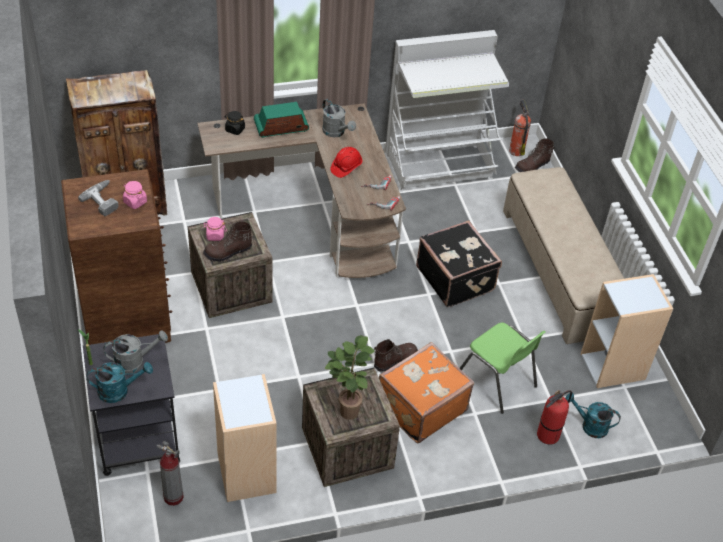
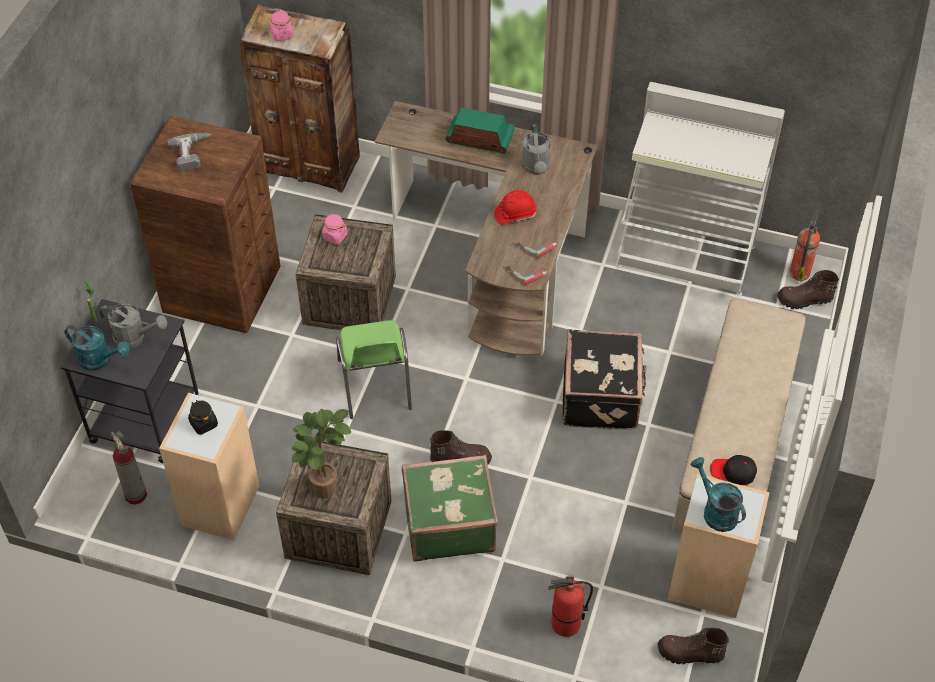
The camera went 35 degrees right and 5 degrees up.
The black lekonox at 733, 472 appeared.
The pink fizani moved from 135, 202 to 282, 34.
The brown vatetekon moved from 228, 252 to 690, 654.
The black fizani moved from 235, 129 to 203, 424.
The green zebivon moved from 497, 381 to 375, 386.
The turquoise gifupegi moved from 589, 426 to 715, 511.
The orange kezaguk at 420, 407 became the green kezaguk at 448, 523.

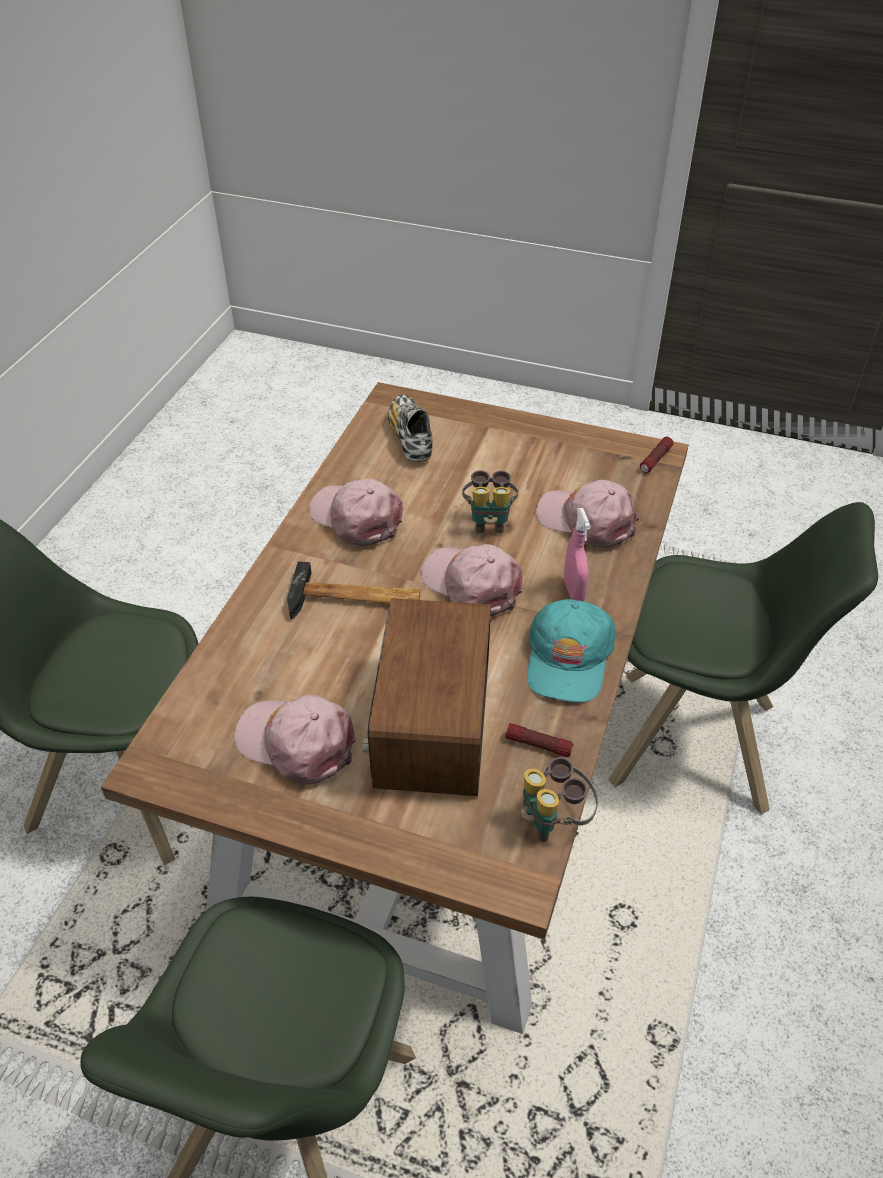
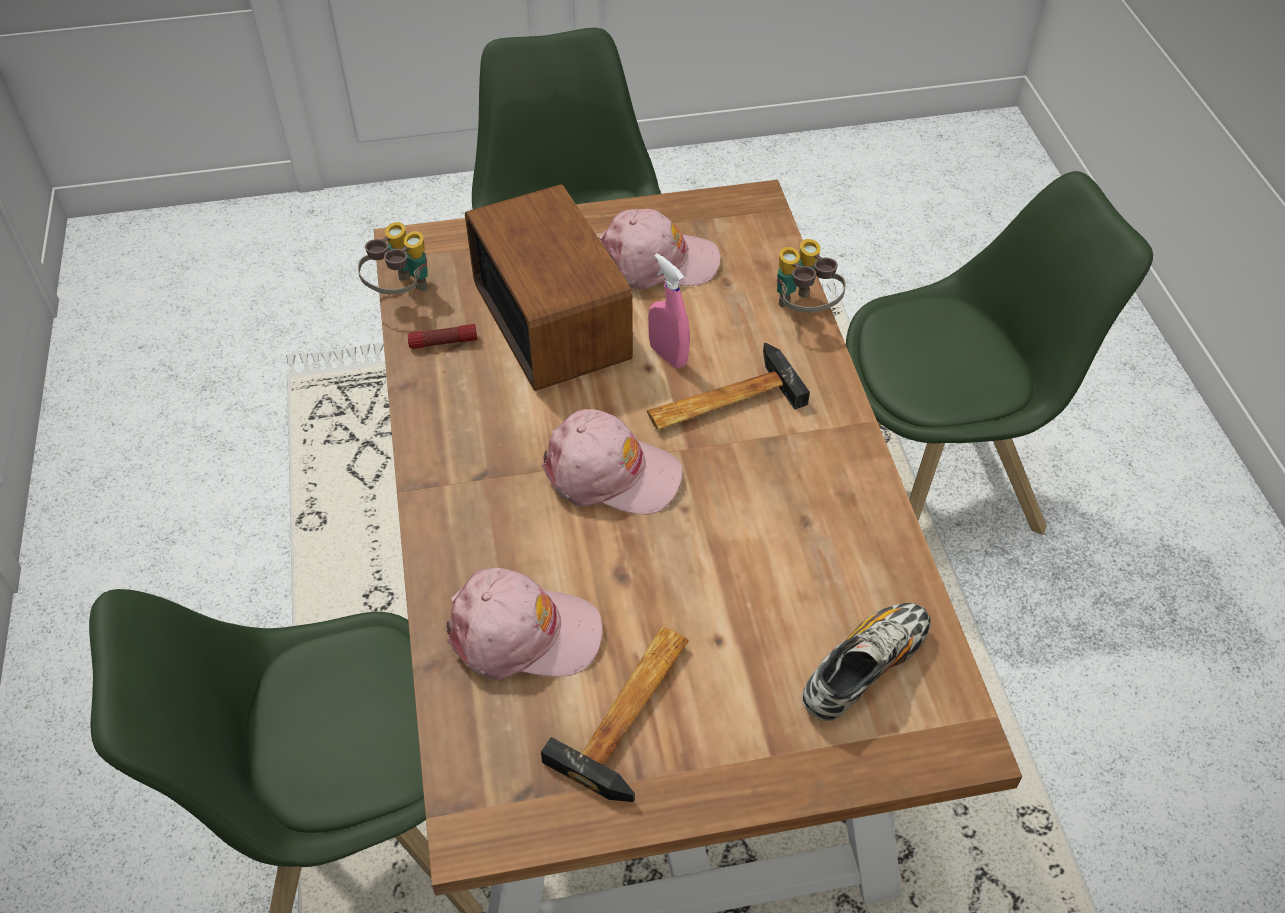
The camera went 150 degrees right and 5 degrees up.
The pink lekonox at 356, 518 disappeared.
The turquoise lekonox at 568, 658 disappeared.
The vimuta at 655, 460 disappeared.
The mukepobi at 634, 711 appeared.
The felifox moved from 489, 521 to 803, 311.
The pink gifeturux moved from 573, 591 to 668, 355.
The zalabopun at 410, 438 turned 90 degrees counterclockwise.

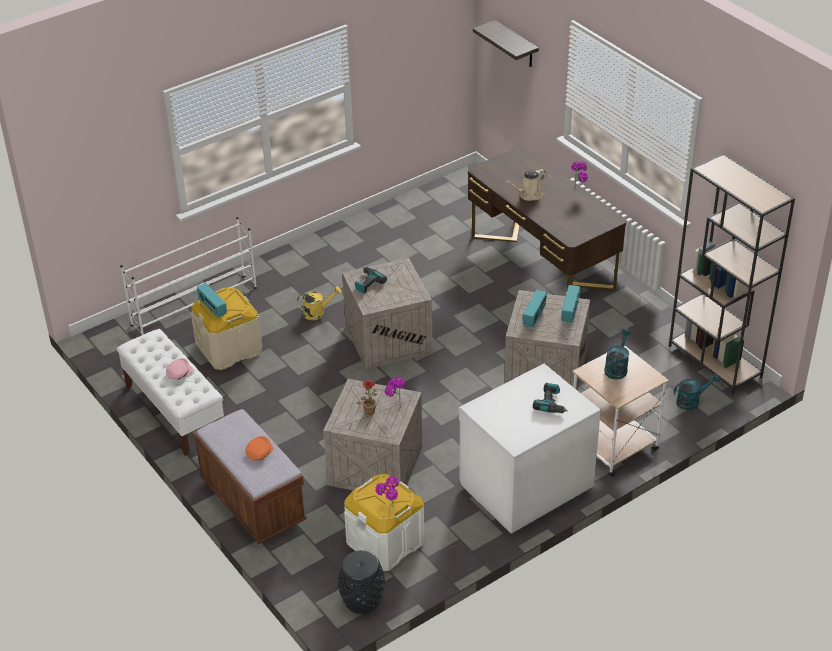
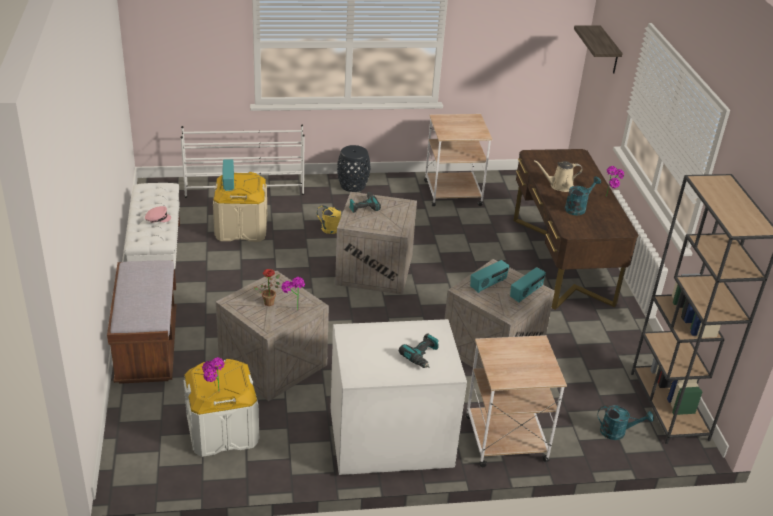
The camera went 25 degrees right and 5 degrees down.
The orange lekonox at 259, 452 disappeared.
The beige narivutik at 453, 193 appeared.
The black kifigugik moved from 362, 600 to 353, 185.
The turquoise gifupegi moved from 617, 368 to 578, 208.

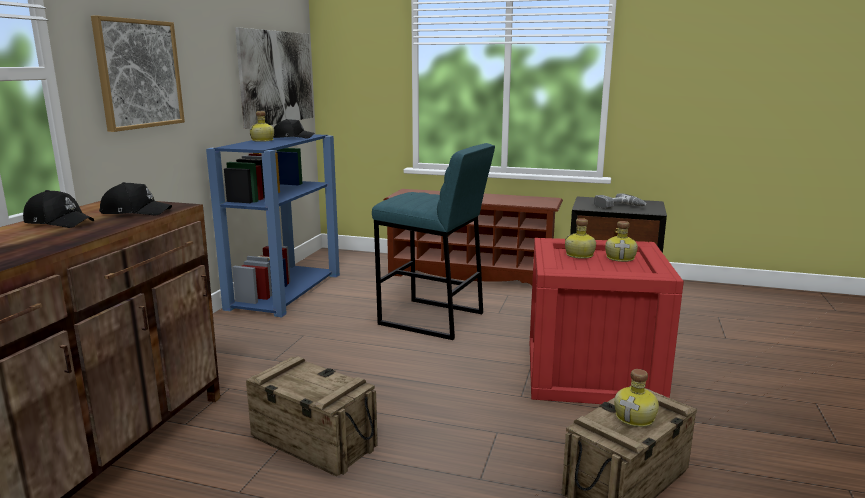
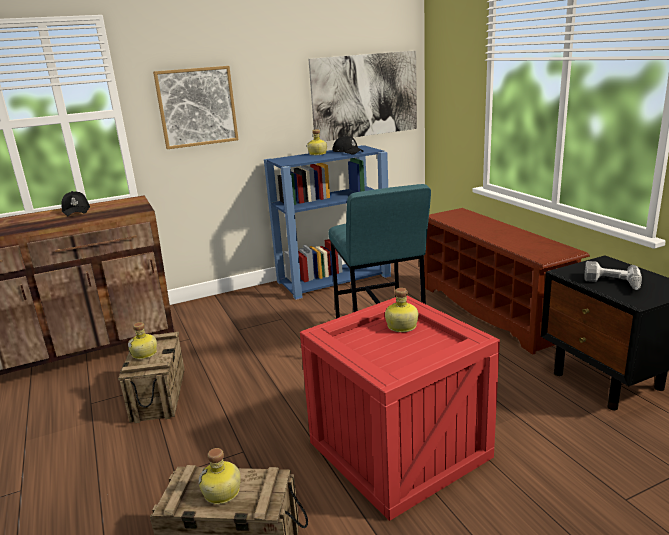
The camera went 50 degrees right and 5 degrees up.
The black lekonox at 135, 212 disappeared.
The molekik moved from 621, 258 to 145, 354.

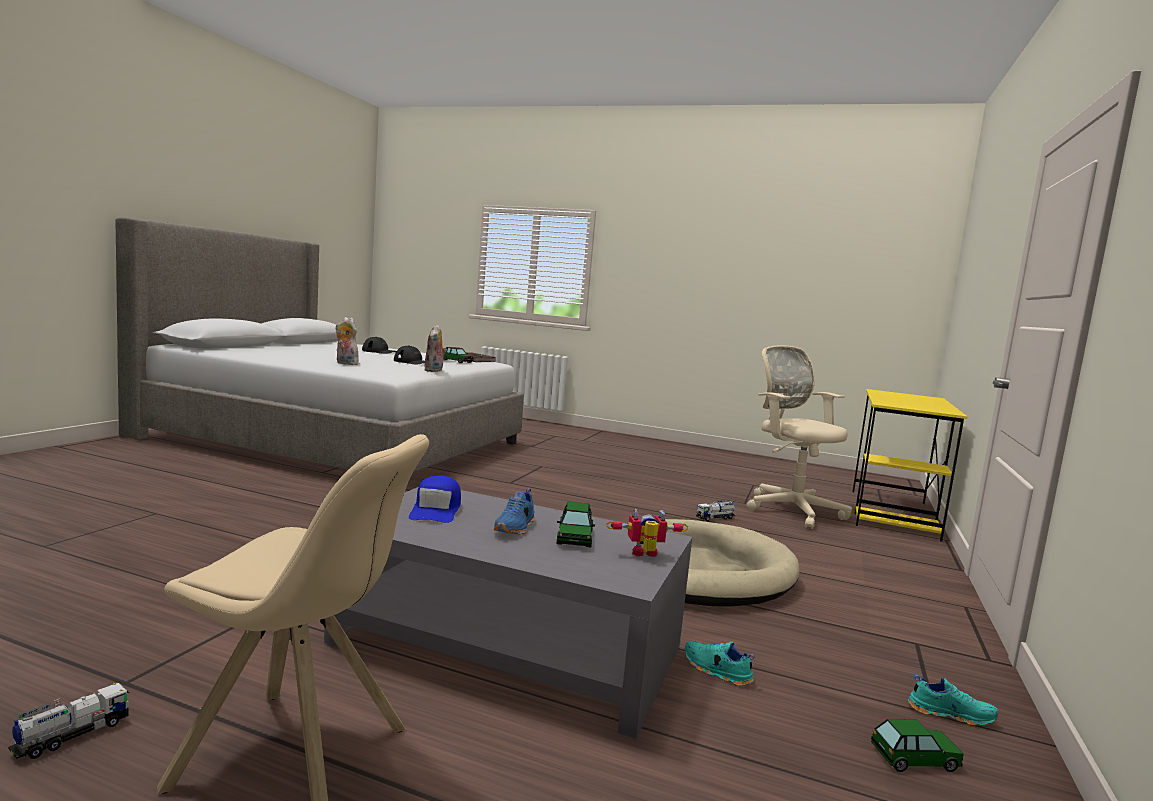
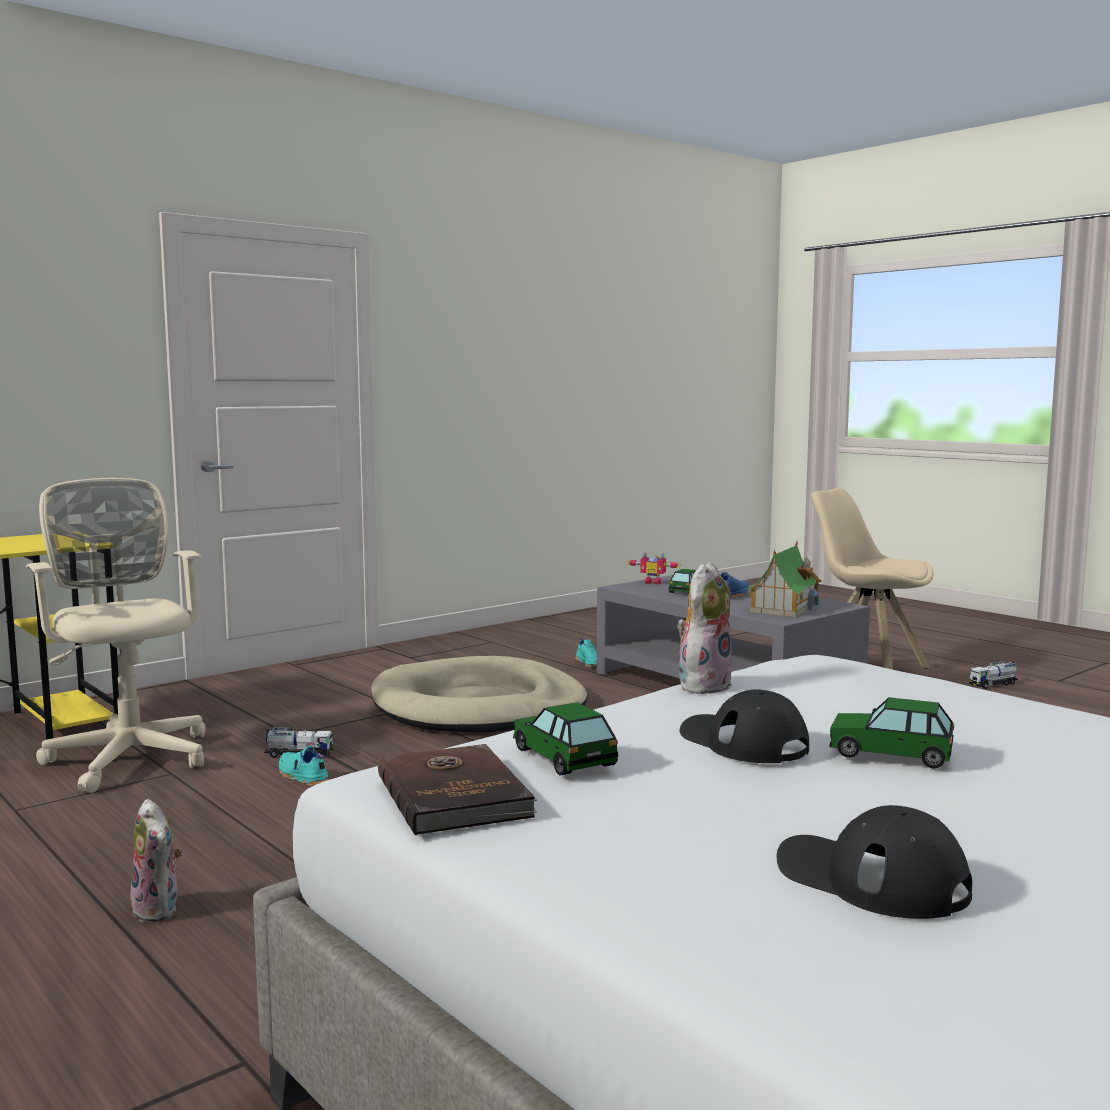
The camera went 150 degrees left and 0 degrees up.
The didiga moved from 345, 363 to 160, 909.
The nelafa moved from 914, 758 to 890, 753.
The turquoise zalabopun moved from 950, 714 to 302, 777.
The blue lekonox at 436, 510 was replaced by the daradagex at 784, 608.
The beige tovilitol at 790, 509 turned 150 degrees clockwise.

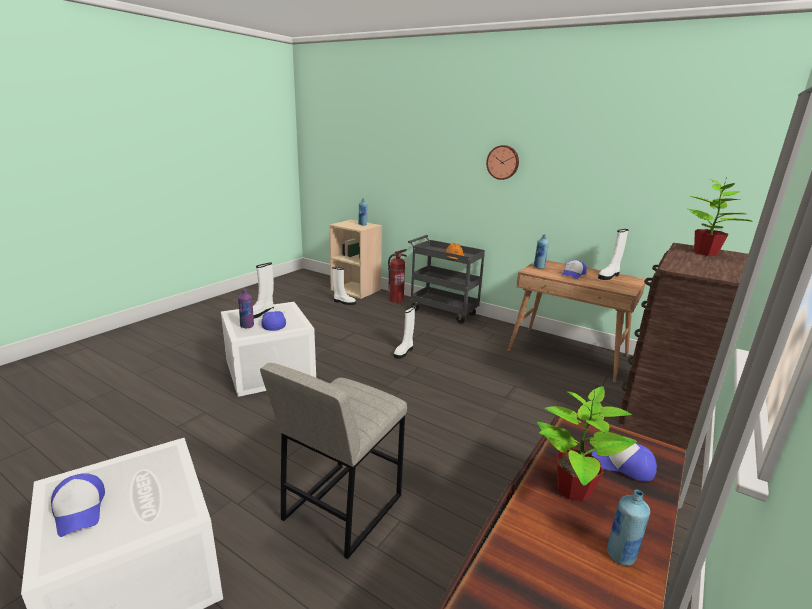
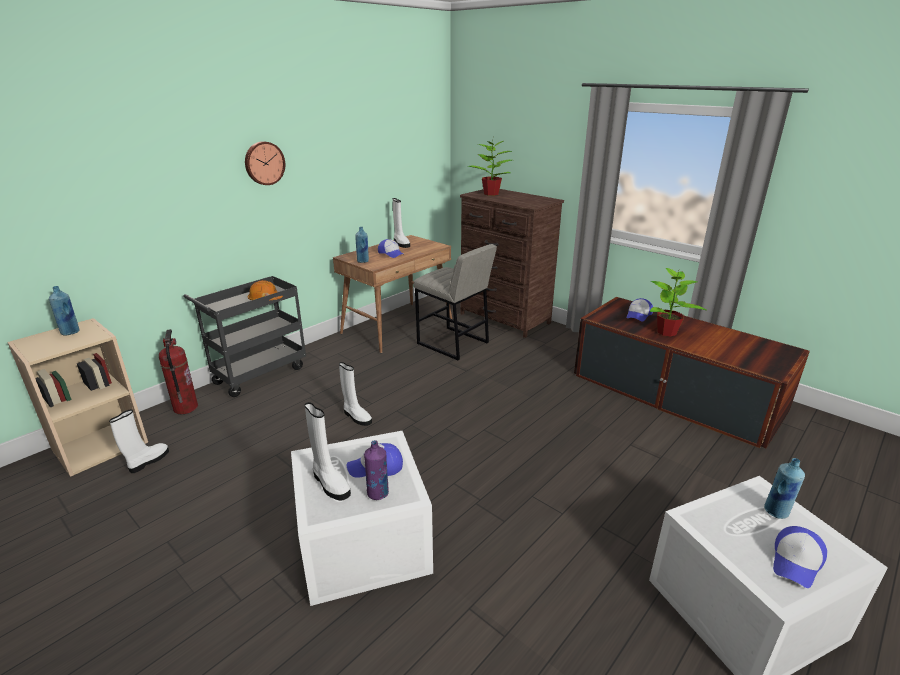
The camera went 80 degrees left and 5 degrees up.
The grey zebivon moved from 341, 509 to 454, 343.
The blue molekik moved from 620, 555 to 776, 512.
The lekonox at 80, 510 turned 150 degrees clockwise.

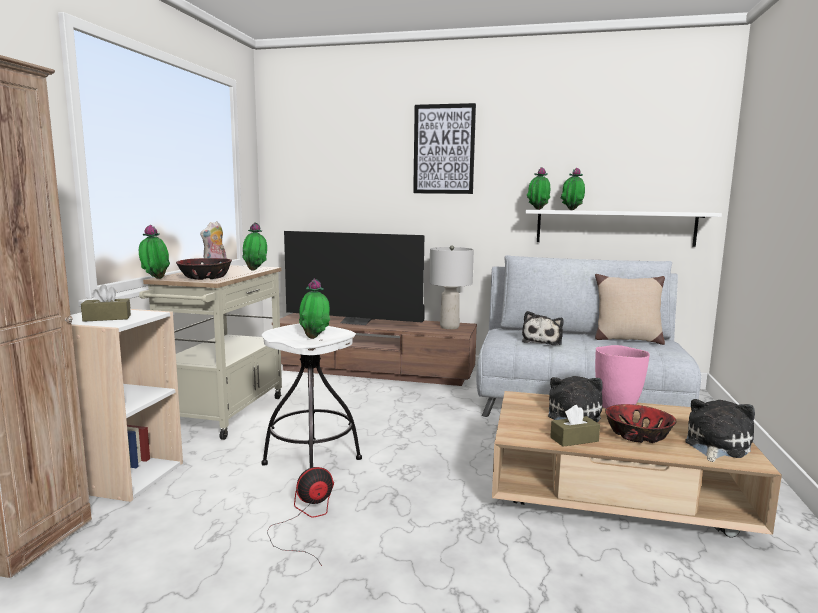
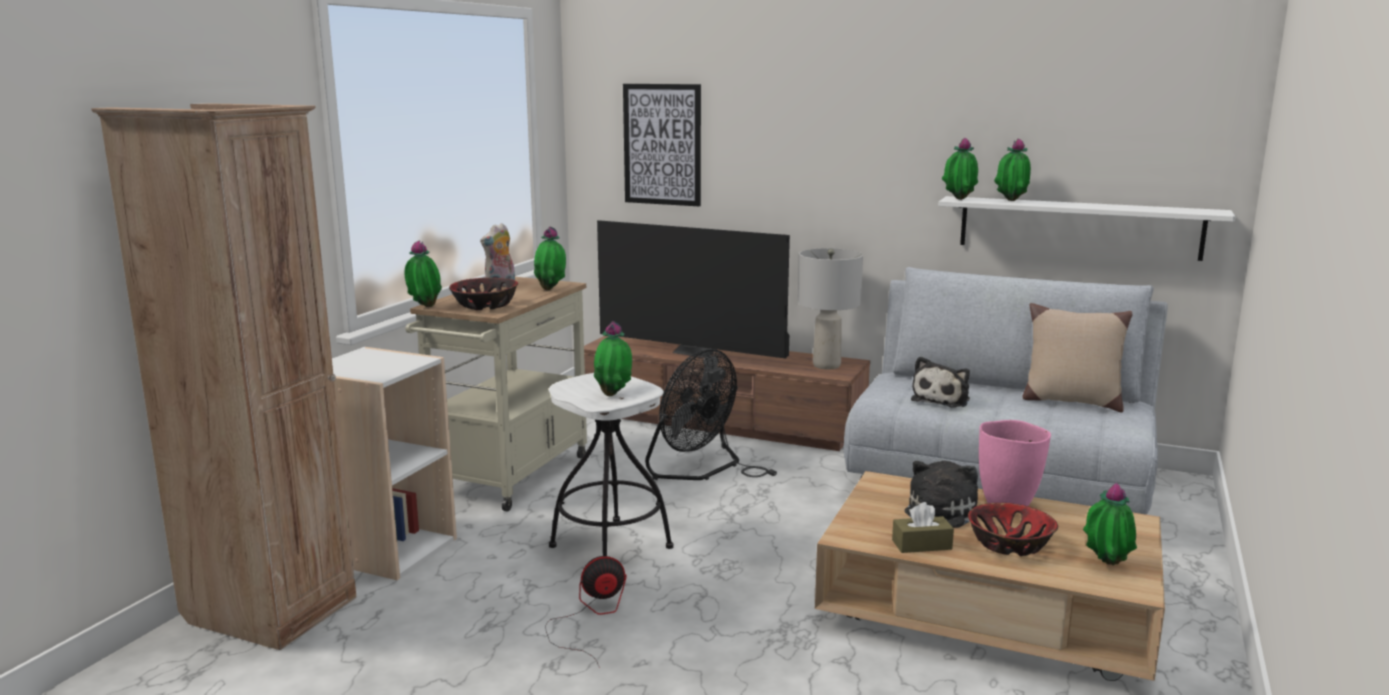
The camera went 10 degrees right and 5 degrees up.
The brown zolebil at 107, 318 disappeared.
The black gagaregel at 710, 467 appeared.
The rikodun moved from 444, 149 to 662, 144.
The didiga at 715, 445 was replaced by the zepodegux at 1105, 565.

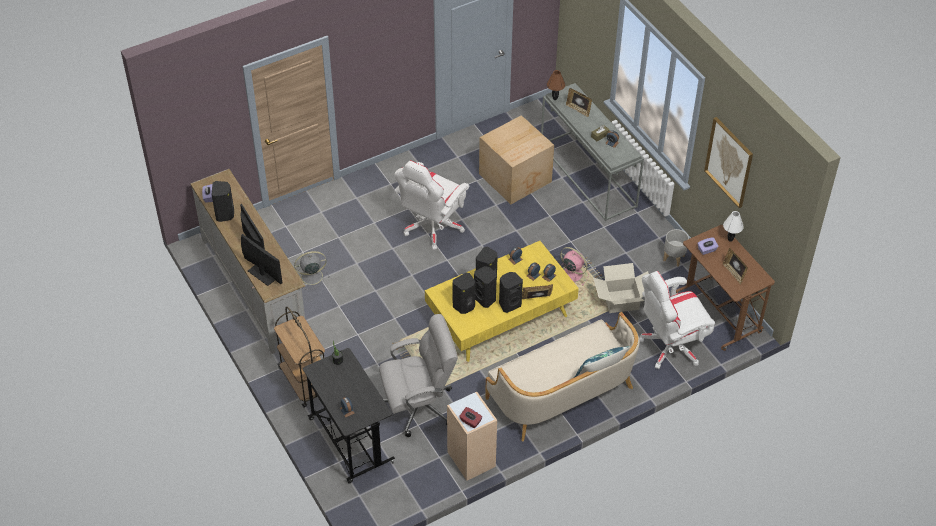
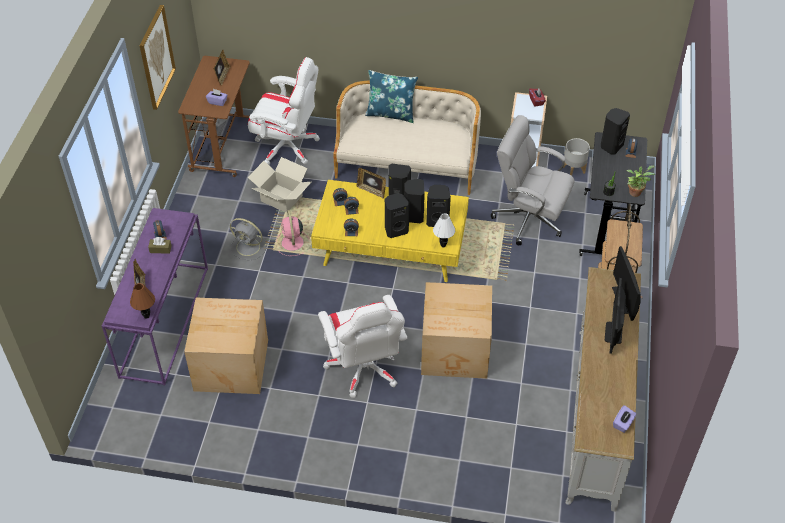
The camera went 140 degrees left and 0 degrees up.
The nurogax at 456, 351 appeared.
The zepodegux at 635, 191 appeared.
The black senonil moved from 225, 214 to 611, 146.
The grey gagaregel moved from 311, 276 to 249, 247.
The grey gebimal moved from 674, 258 to 573, 170.
The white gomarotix moved from 730, 240 to 443, 245.
The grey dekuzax at 589, 175 became the purple dekuzax at 164, 320.
The white tovilitol at 433, 226 turned 90 degrees clockwise.

